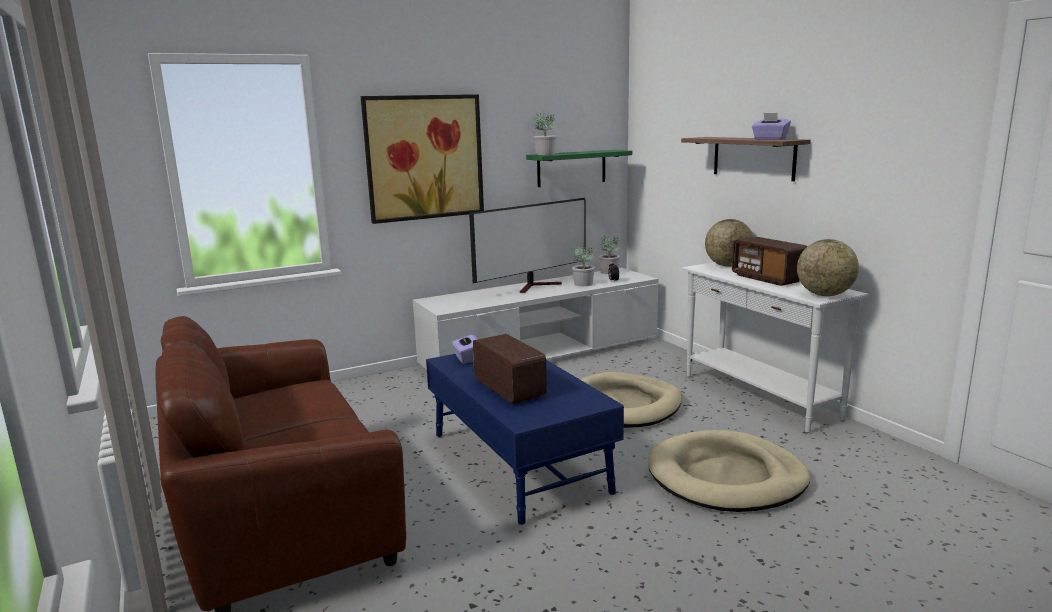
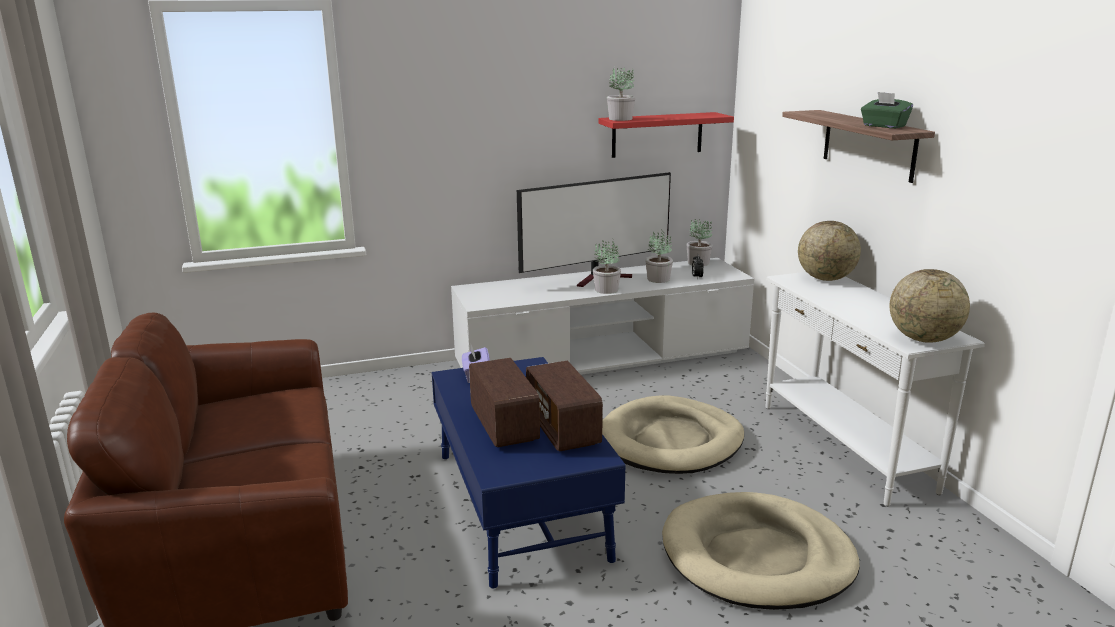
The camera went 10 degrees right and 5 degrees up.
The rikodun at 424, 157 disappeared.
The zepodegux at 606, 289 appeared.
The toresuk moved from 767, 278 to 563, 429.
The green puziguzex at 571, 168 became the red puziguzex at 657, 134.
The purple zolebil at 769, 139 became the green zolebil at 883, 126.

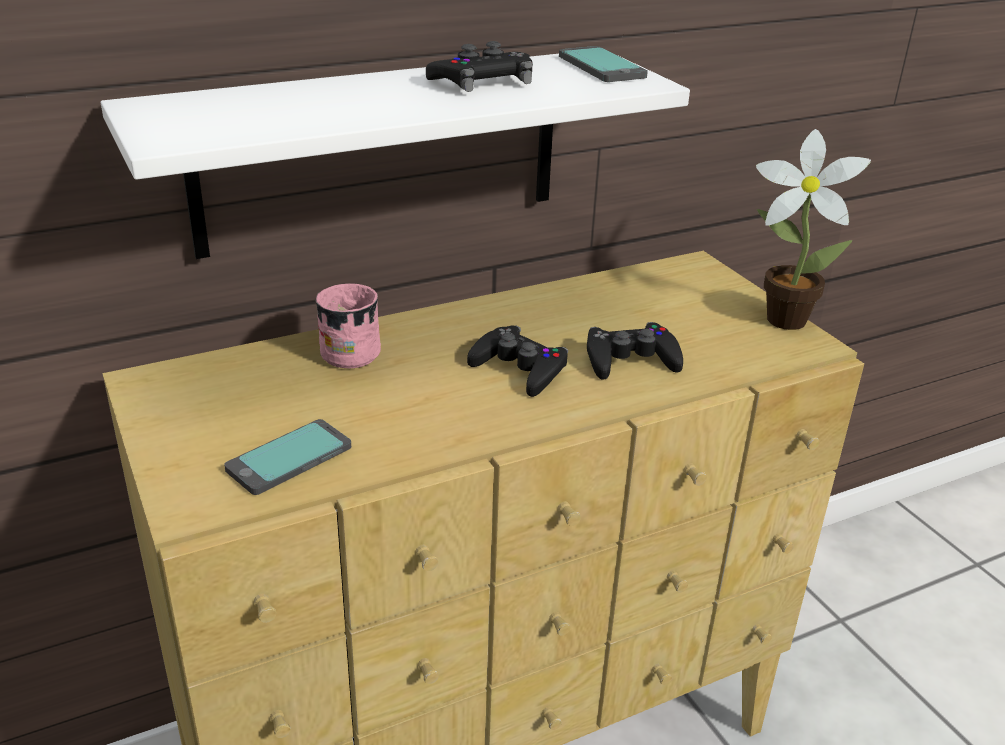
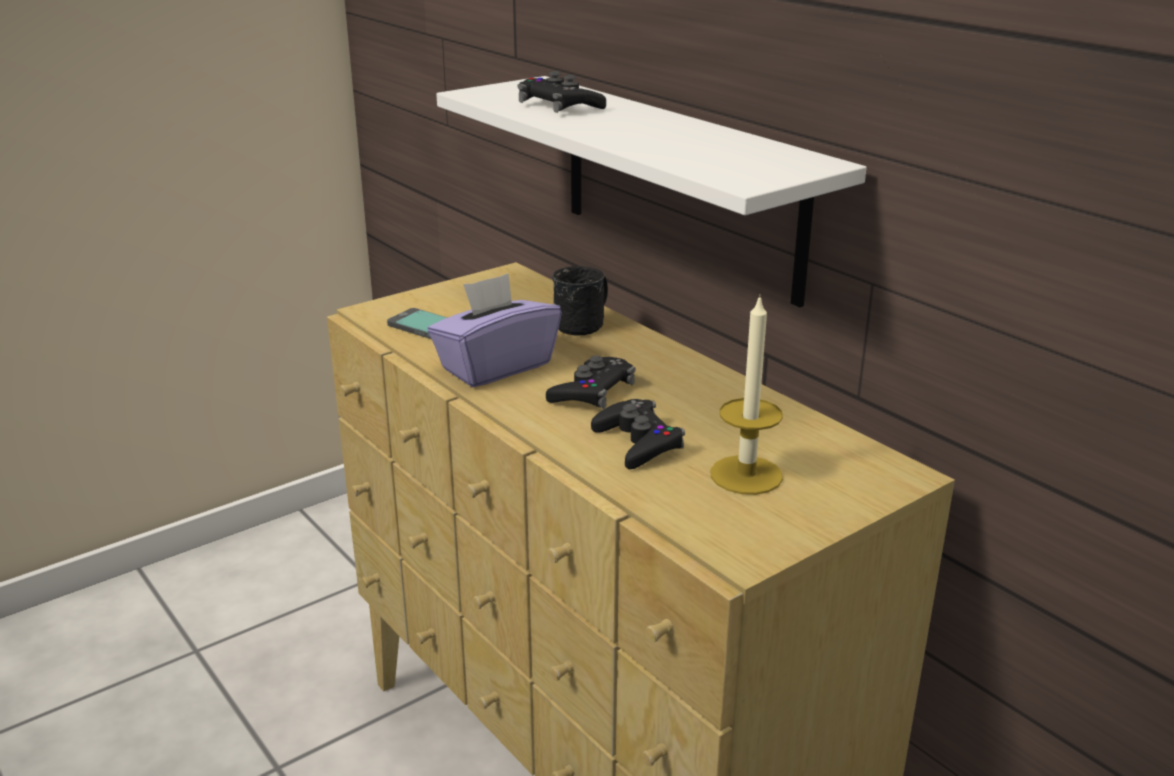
The camera went 80 degrees right and 5 degrees down.
The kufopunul at 602, 67 disappeared.
The zepodegux at 780, 317 disappeared.
The purple zolebil at 495, 366 appeared.
The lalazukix at 746, 475 appeared.
The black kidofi moved from 481, 82 to 560, 106.
The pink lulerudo at 345, 350 became the black lulerudo at 585, 324.

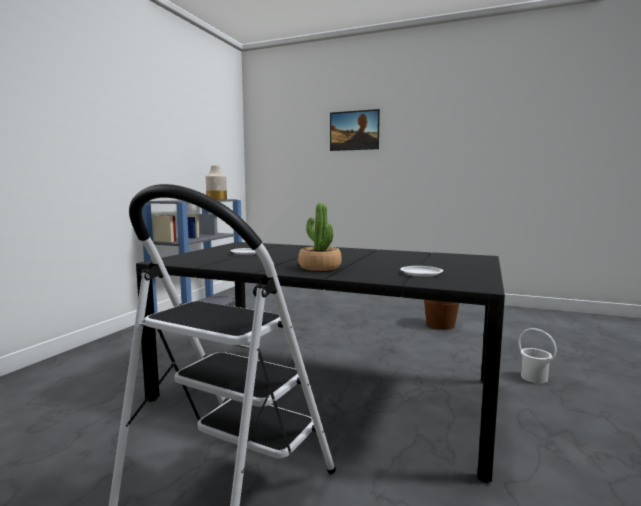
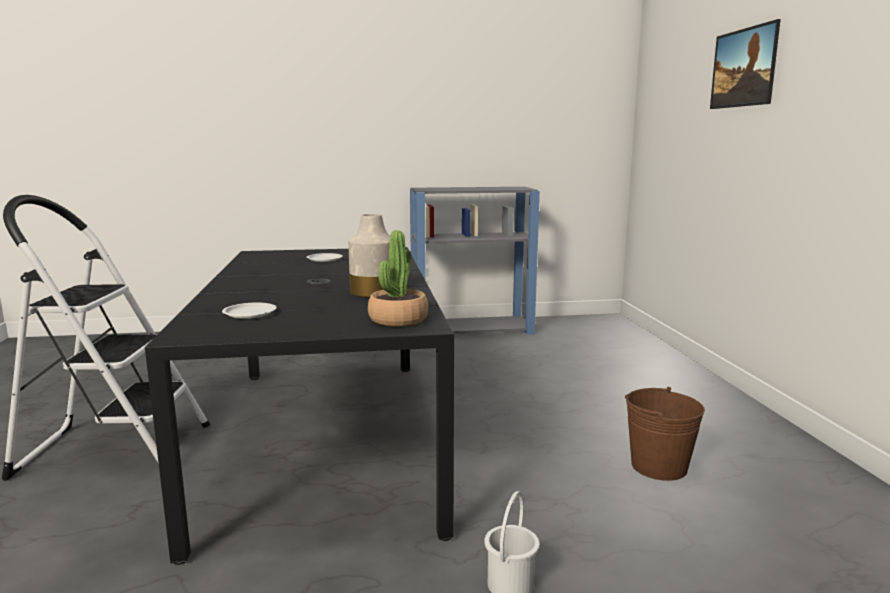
The camera went 60 degrees right and 5 degrees up.
The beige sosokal moved from 216, 199 to 373, 291.
The zepodegux moved from 319, 267 to 398, 319.

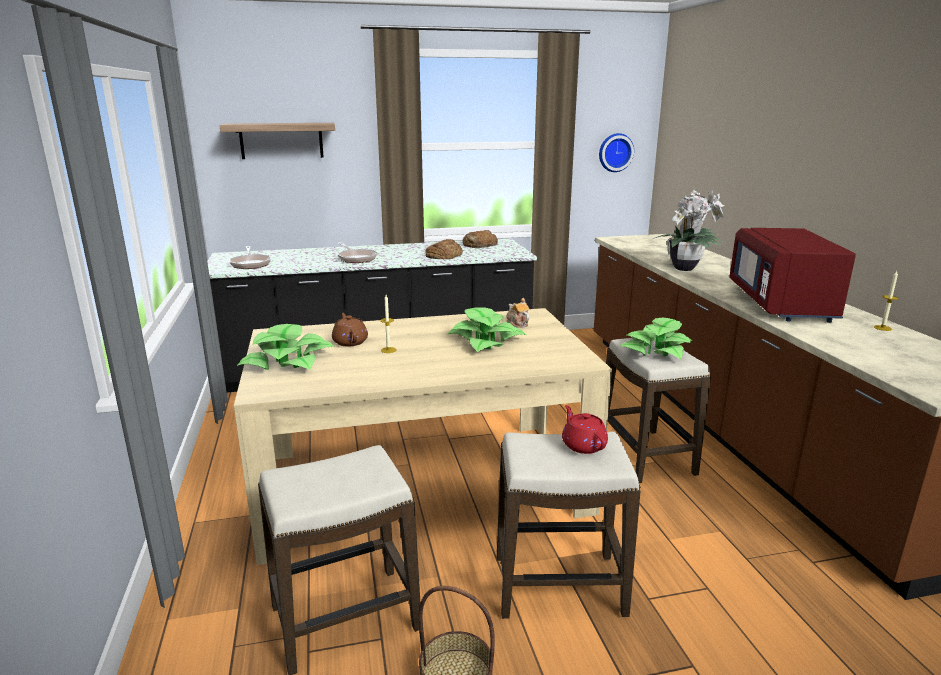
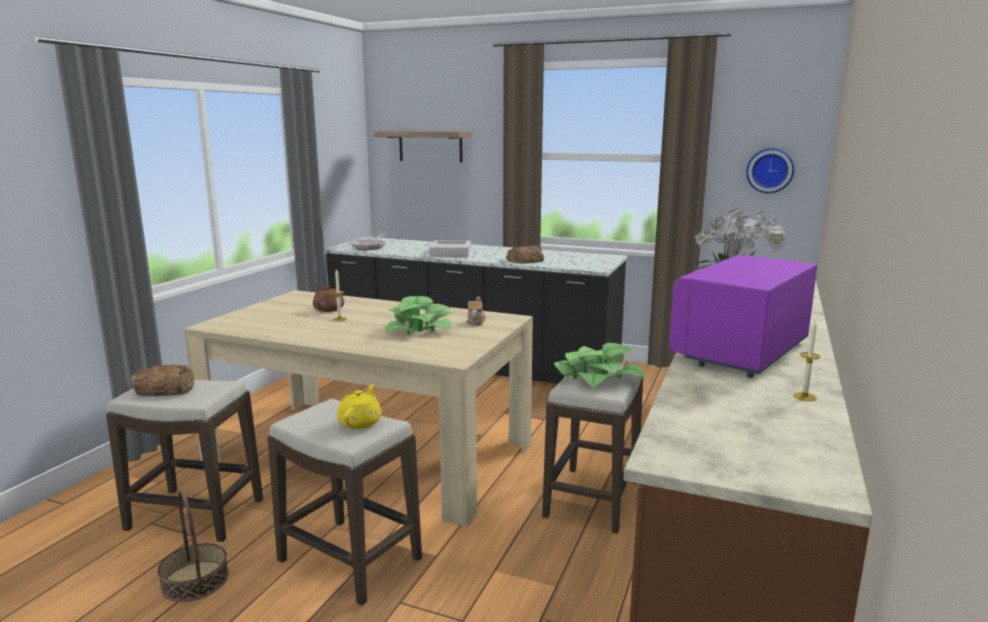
The camera went 35 degrees right and 5 degrees down.
The zepodegux at 288, 362 disappeared.
The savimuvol moved from 479, 244 to 165, 388.
The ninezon at 356, 258 was replaced by the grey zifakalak at 450, 253.
The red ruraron at 583, 445 became the yellow ruraron at 360, 422.
The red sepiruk at 781, 304 became the purple sepiruk at 742, 351.

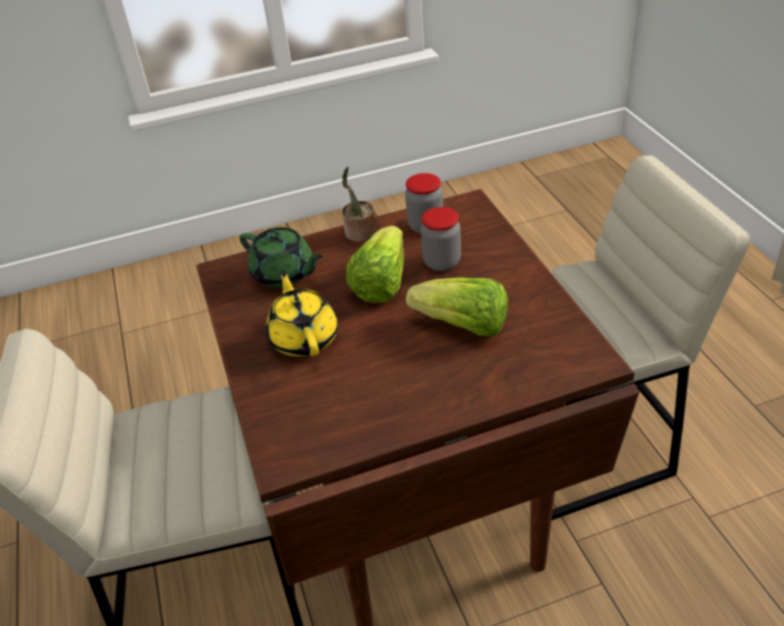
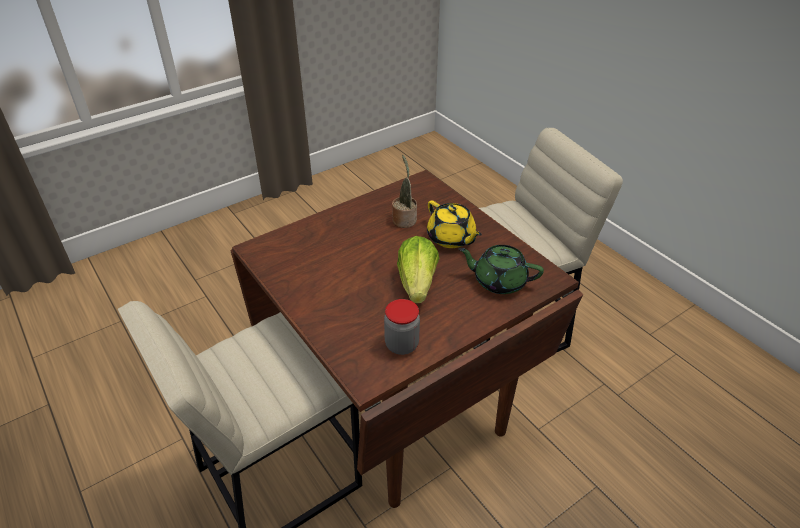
The camera went 160 degrees right and 0 degrees up.
The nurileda at 463, 326 disappeared.
The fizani at 442, 262 disappeared.
The zepodegux moved from 360, 234 to 404, 219.

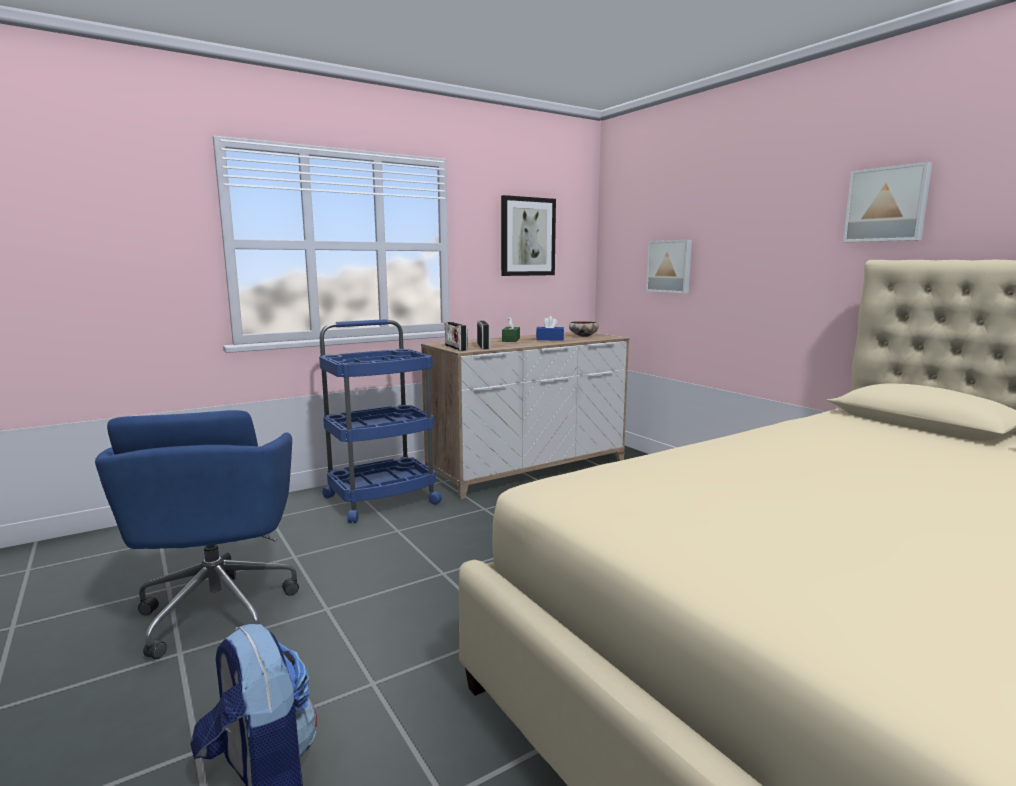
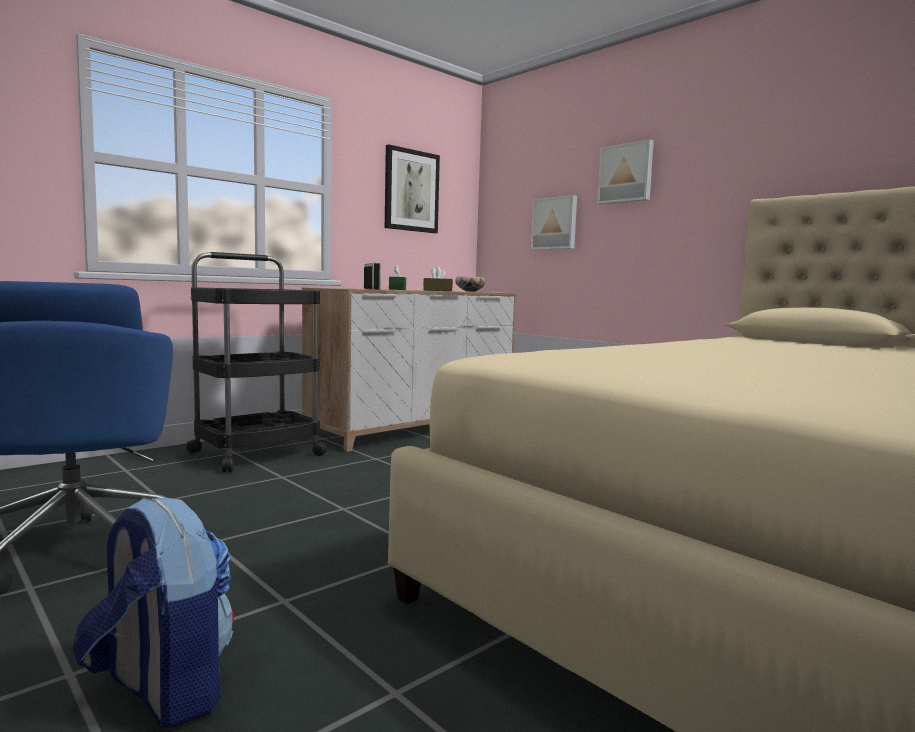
The camera went 10 degrees left and 5 degrees down.
The toresuk at 456, 348 disappeared.
The rikodun moved from 887, 204 to 626, 173.
The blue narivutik at 382, 500 became the black narivutik at 257, 454.
The blue zolebil at 550, 339 became the brown zolebil at 437, 290.

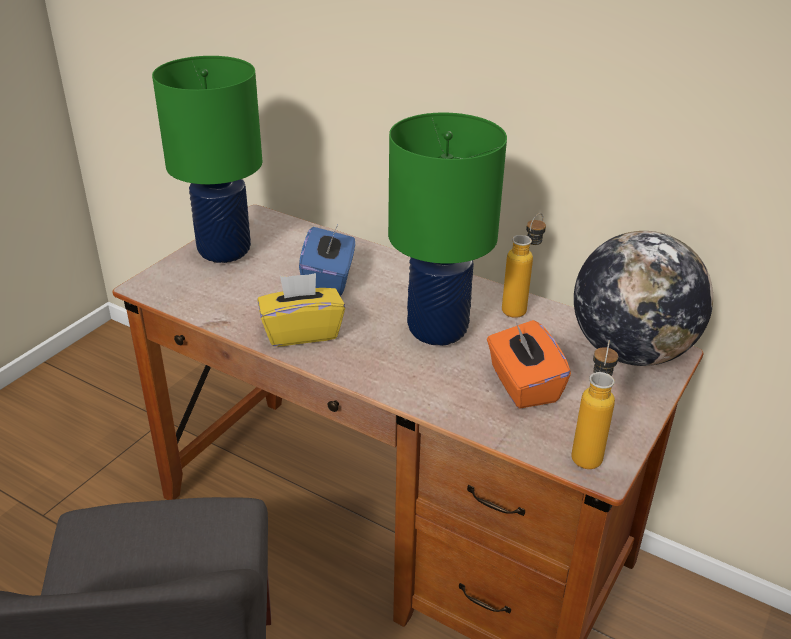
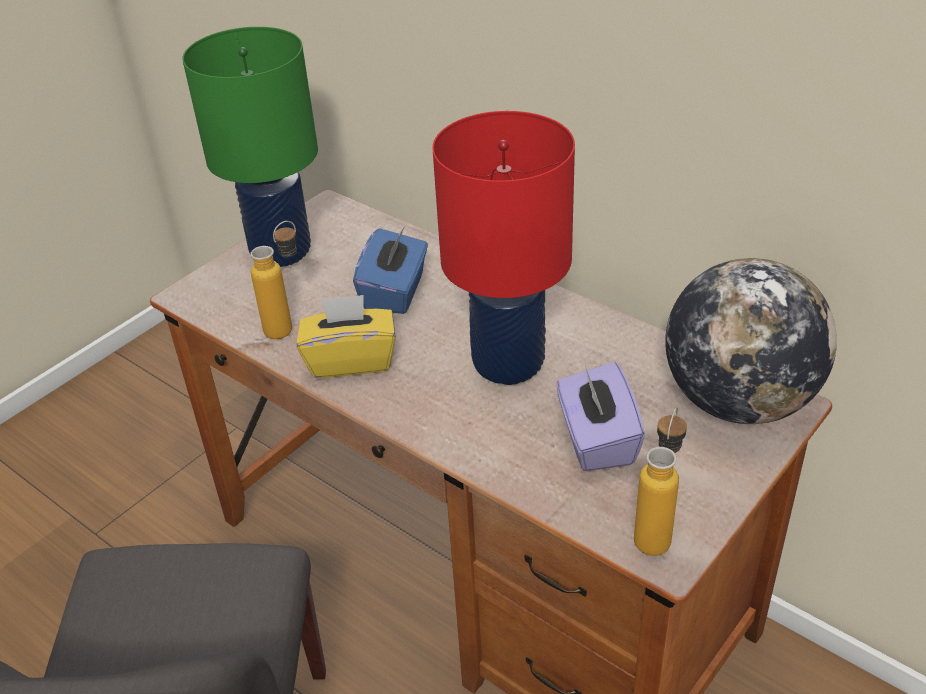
The camera went 10 degrees right and 5 degrees up.
The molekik moved from 520, 307 to 288, 326.
The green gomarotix at 436, 333 became the red gomarotix at 507, 368.
The orange zolebil at 523, 385 became the purple zolebil at 596, 440.

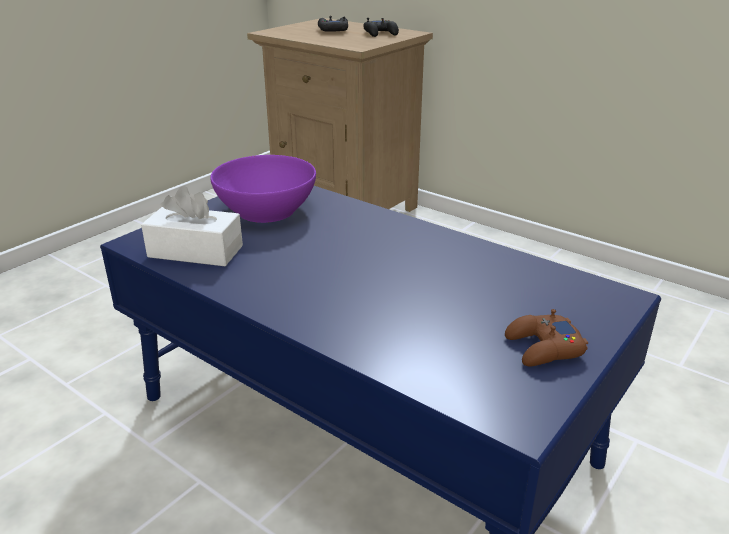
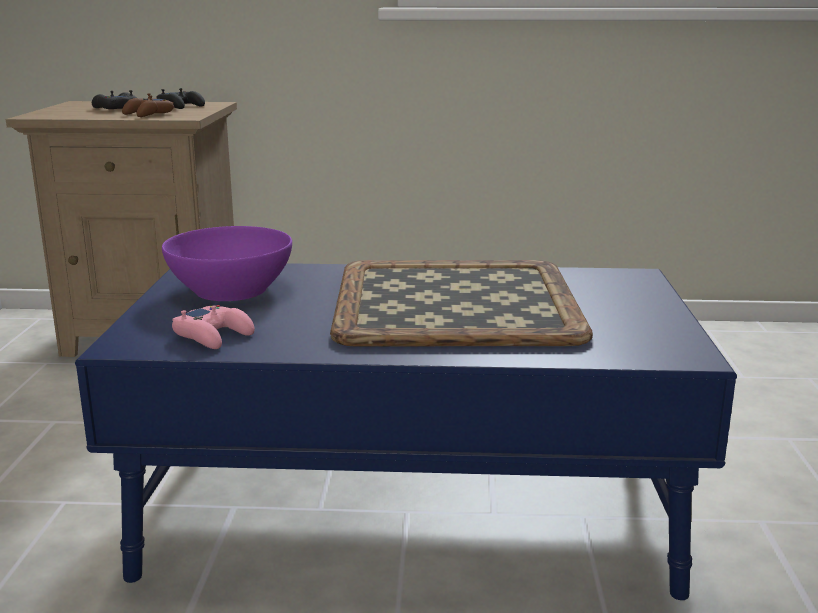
The camera went 35 degrees left and 10 degrees down.
The zifakalak at 458, 304 appeared.
The brown kidofi moved from 543, 348 to 148, 114.
The white zolebil at 195, 251 was replaced by the pink kidofi at 214, 335.

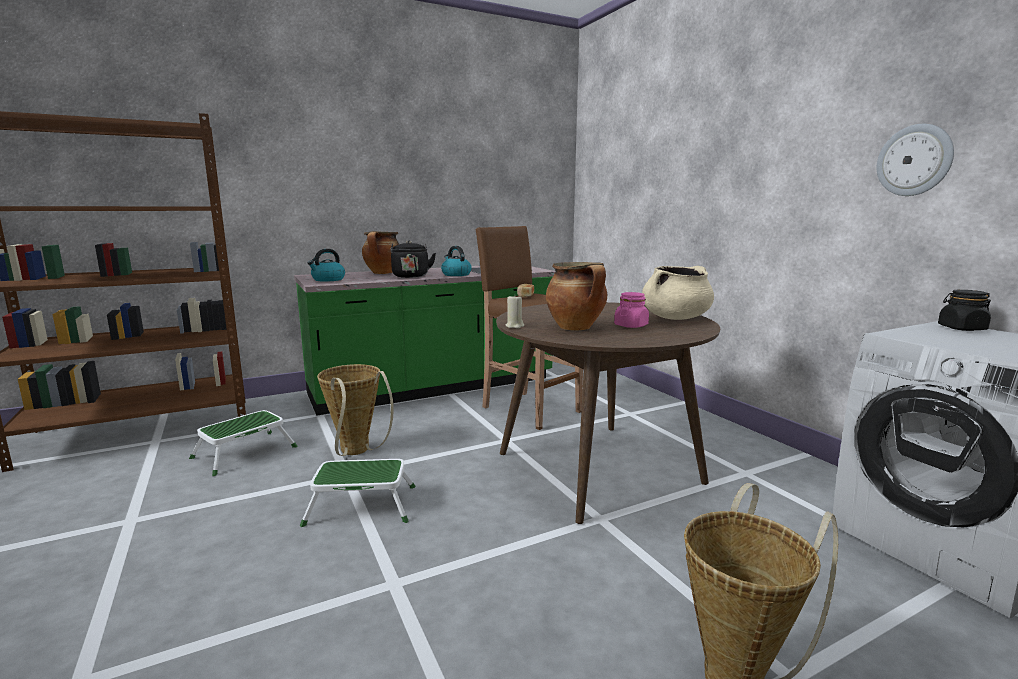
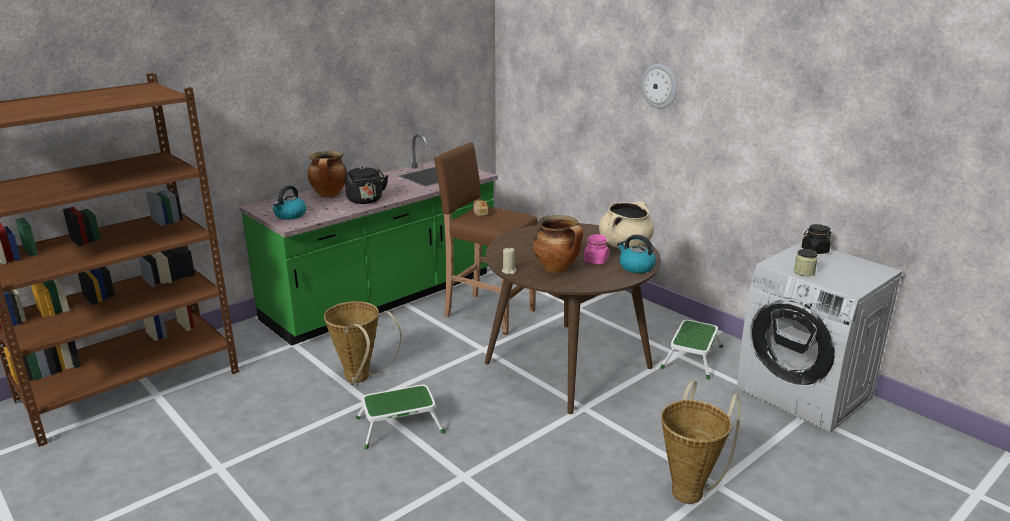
The camera went 15 degrees left and 10 degrees up.
The fizani at 804, 272 appeared.
The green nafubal moved from 245, 452 to 692, 357.
The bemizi moved from 456, 274 to 636, 267.
The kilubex moved from 914, 160 to 659, 86.

